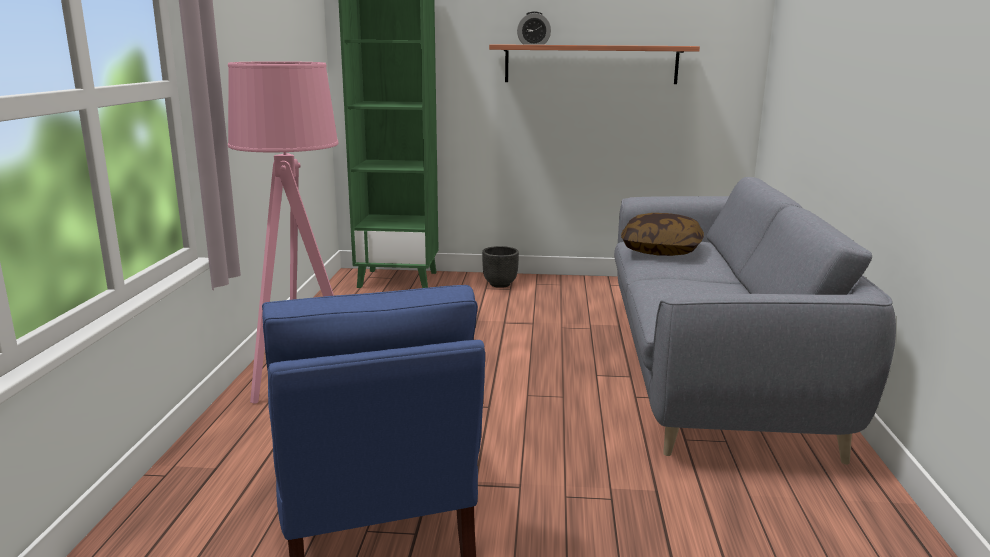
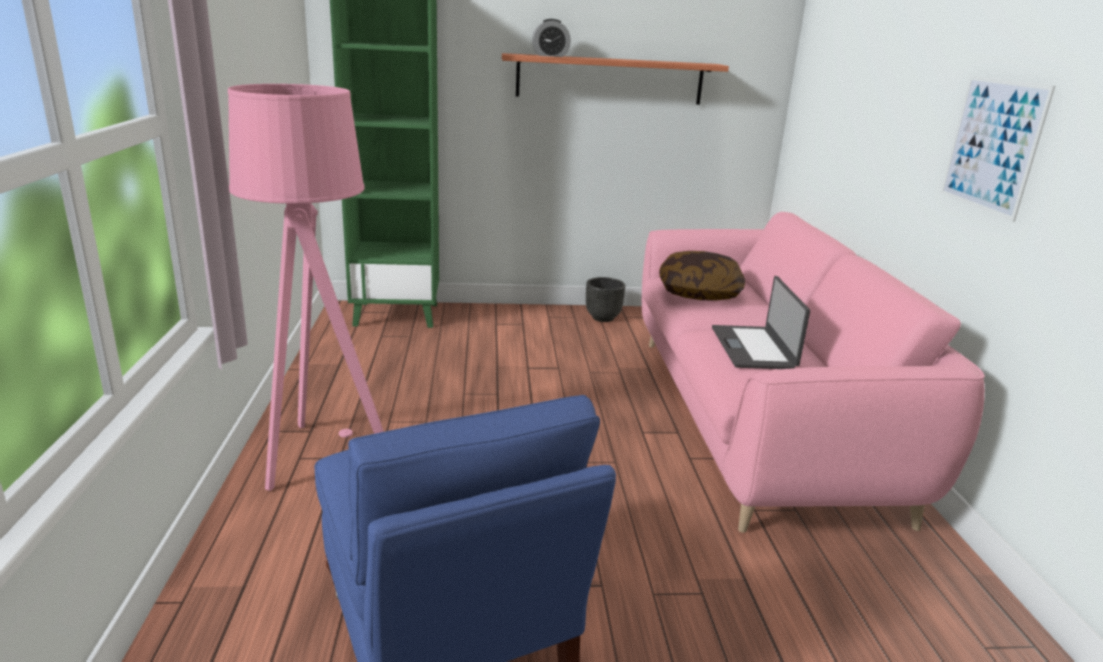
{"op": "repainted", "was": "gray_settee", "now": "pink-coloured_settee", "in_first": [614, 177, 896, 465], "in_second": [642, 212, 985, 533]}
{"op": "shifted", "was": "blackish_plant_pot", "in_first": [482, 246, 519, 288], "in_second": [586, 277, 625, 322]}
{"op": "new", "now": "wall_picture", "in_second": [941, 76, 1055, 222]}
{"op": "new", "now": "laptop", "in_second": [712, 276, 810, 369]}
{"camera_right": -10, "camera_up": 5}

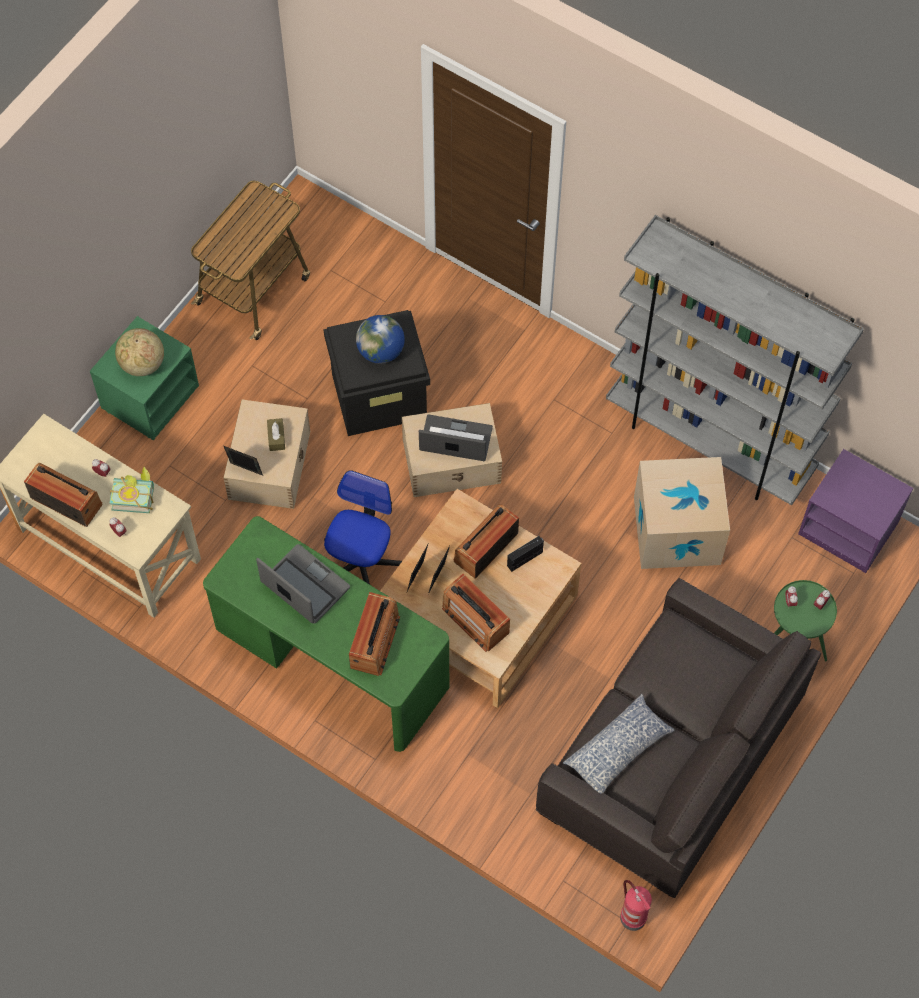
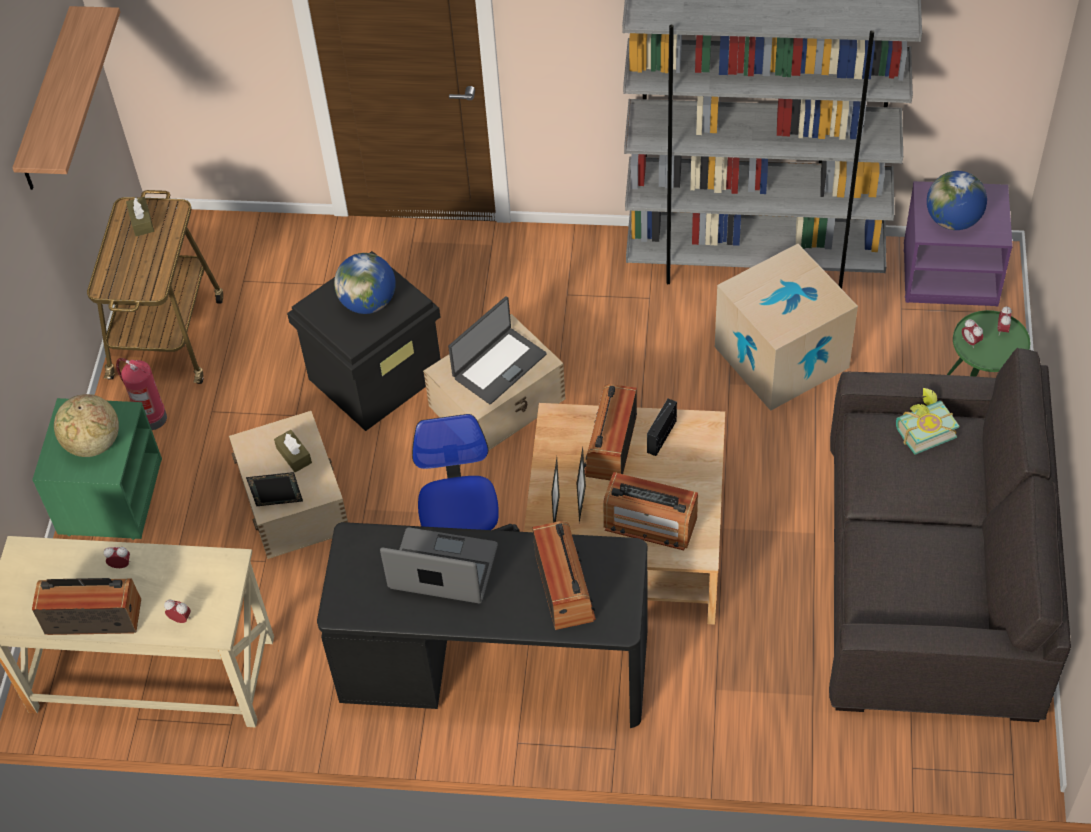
{"op": "rotated", "was": "laptop", "in_first": [419, 414, 493, 461], "in_second": [448, 296, 547, 404], "clockwise": 150}
{"op": "shifted", "was": "bound_book", "in_first": [110, 467, 154, 513], "in_second": [896, 388, 959, 455]}
{"op": "repainted", "was": "green_desk_unit", "now": "blackish_desk_unit", "in_first": [203, 516, 449, 752], "in_second": [317, 522, 647, 728]}
{"op": "gone", "was": "pillow", "in_first": [563, 694, 675, 793]}
{"op": "shifted", "was": "fire_extinguisher", "in_first": [620, 880, 652, 931], "in_second": [116, 358, 167, 430]}
{"op": "new", "now": "wall_shelf", "in_second": [12, 6, 120, 190]}
{"op": "new", "now": "globe", "in_second": [927, 171, 987, 230]}
{"op": "new", "now": "brown_tissue_box", "in_second": [126, 197, 154, 236]}
{"camera_right": -25, "camera_up": -10}

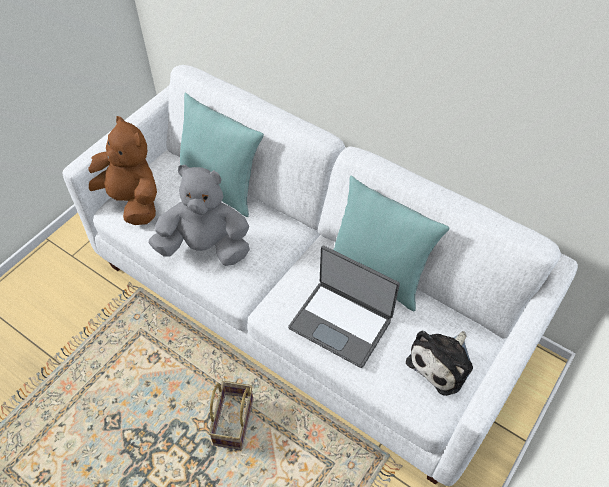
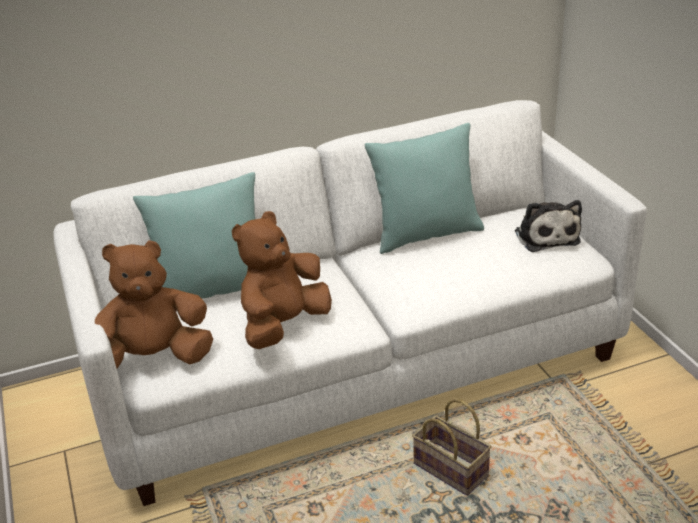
{"op": "repainted", "was": "gray_cuddly_toy", "now": "brown_cuddly_toy", "in_first": [148, 165, 250, 266], "in_second": [232, 211, 332, 349]}
{"op": "gone", "was": "laptop", "in_first": [288, 246, 400, 368]}
{"camera_right": -55, "camera_up": -20}

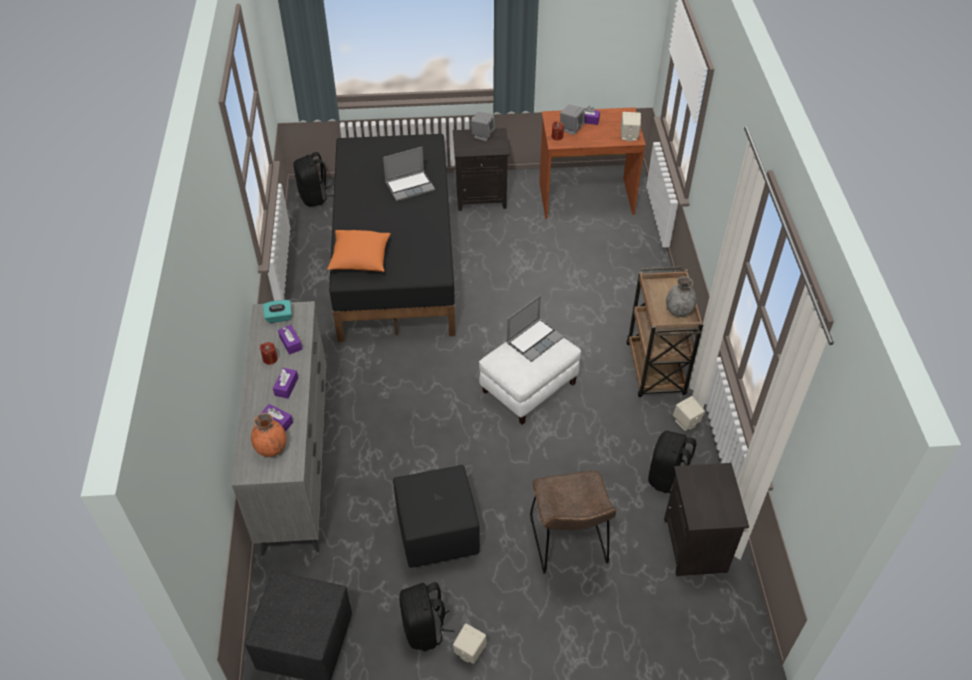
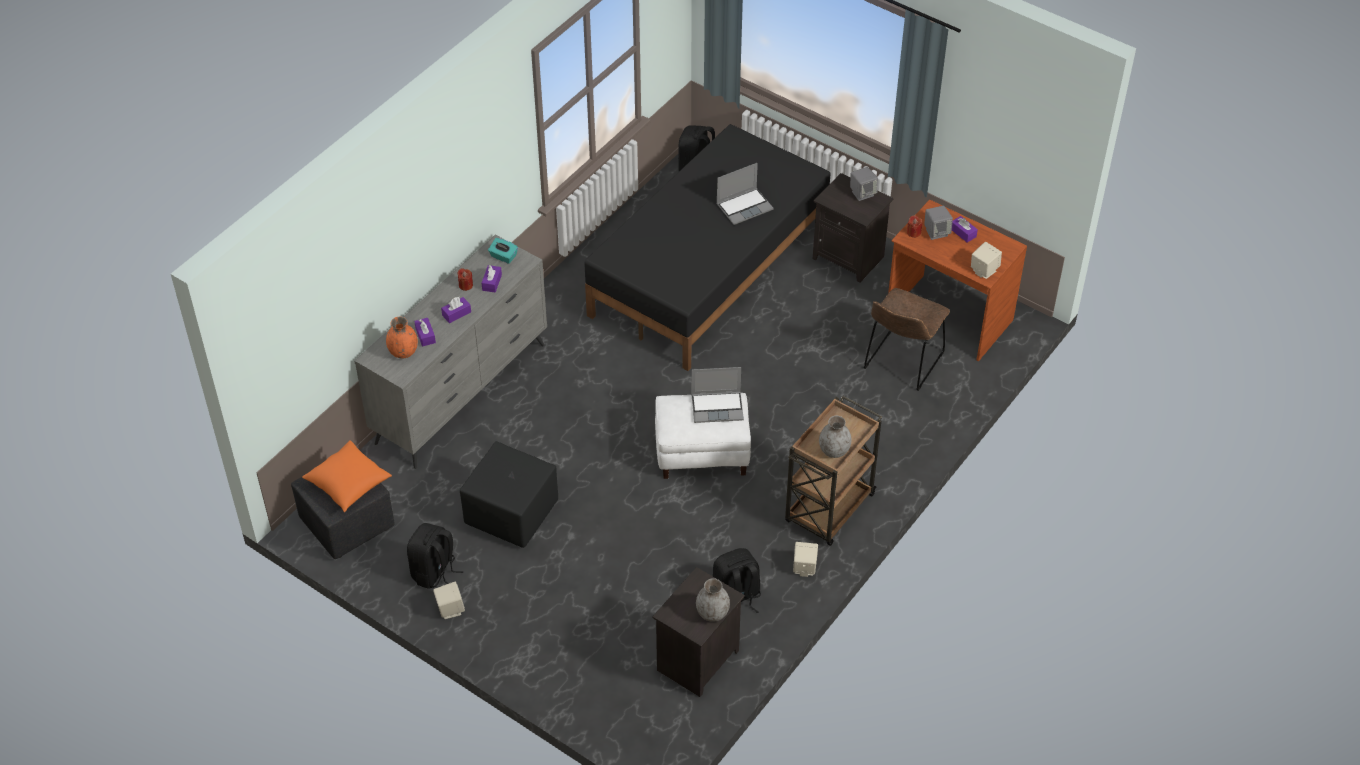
{"op": "rotated", "was": "laptop", "in_first": [383, 147, 435, 201], "in_second": [716, 163, 774, 225], "clockwise": -45}
{"op": "shifted", "was": "orange-coloured_pillow", "in_first": [327, 230, 391, 272], "in_second": [302, 440, 392, 512]}
{"op": "shifted", "was": "brown_upright_chair", "in_first": [530, 471, 616, 574], "in_second": [864, 288, 950, 391]}
{"op": "new", "now": "gray_flower_vase", "in_second": [696, 578, 730, 622]}
{"camera_right": 40, "camera_up": 0}

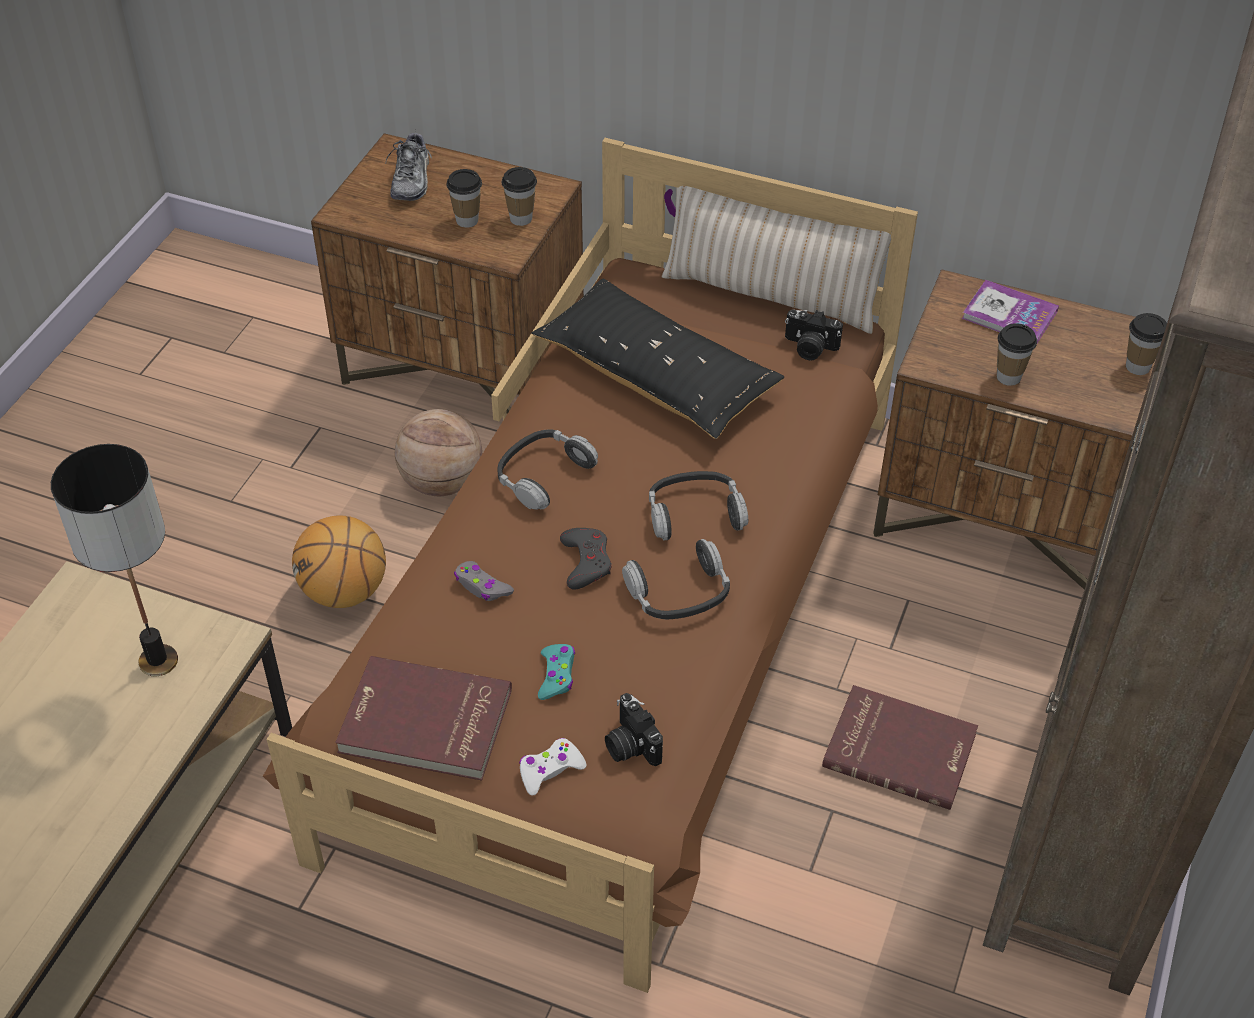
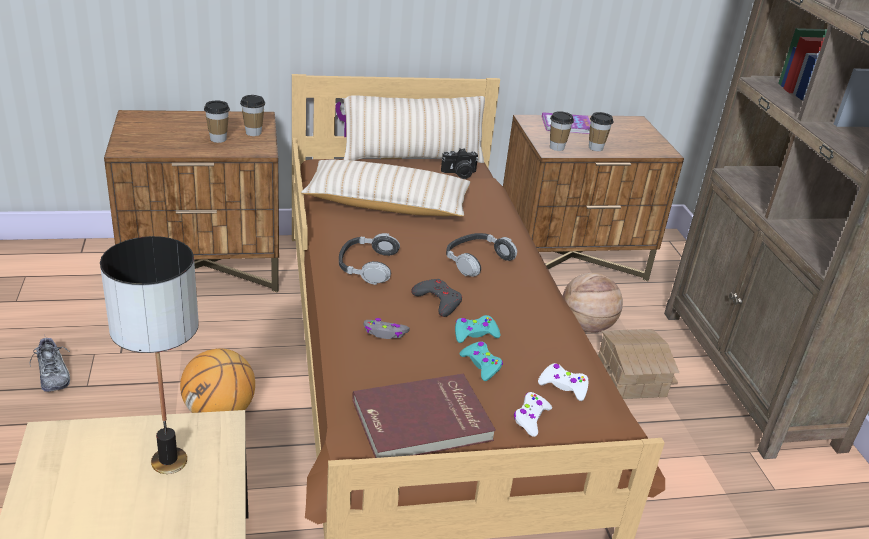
{"op": "shifted", "was": "shoe", "in_first": [385, 130, 432, 201], "in_second": [30, 338, 70, 392]}
{"op": "repainted", "was": "blackish_pillow", "now": "beige-coloured_pillow", "in_first": [531, 279, 784, 439], "in_second": [301, 159, 470, 216]}
{"op": "shifted", "was": "cup", "in_first": [1126, 313, 1167, 375], "in_second": [550, 111, 574, 151]}
{"op": "shifted", "was": "ball_for_basketball", "in_first": [395, 409, 483, 496], "in_second": [563, 273, 623, 333]}
{"op": "gone", "was": "headphones", "in_first": [622, 539, 730, 619]}
{"op": "swapped", "was": "red_bound_book", "now": "model_house", "in_first": [822, 685, 978, 810], "in_second": [598, 329, 679, 399]}
{"op": "swapped", "was": "still_camera", "now": "white_gamepad", "in_first": [605, 693, 663, 766], "in_second": [538, 363, 588, 401]}
{"op": "new", "now": "blue-green_gamepad", "in_second": [455, 315, 500, 343]}
{"camera_right": -35, "camera_up": -15}

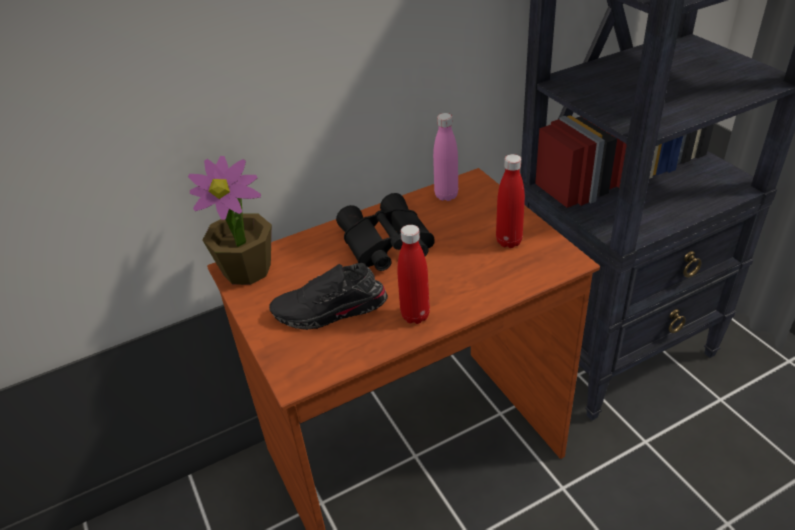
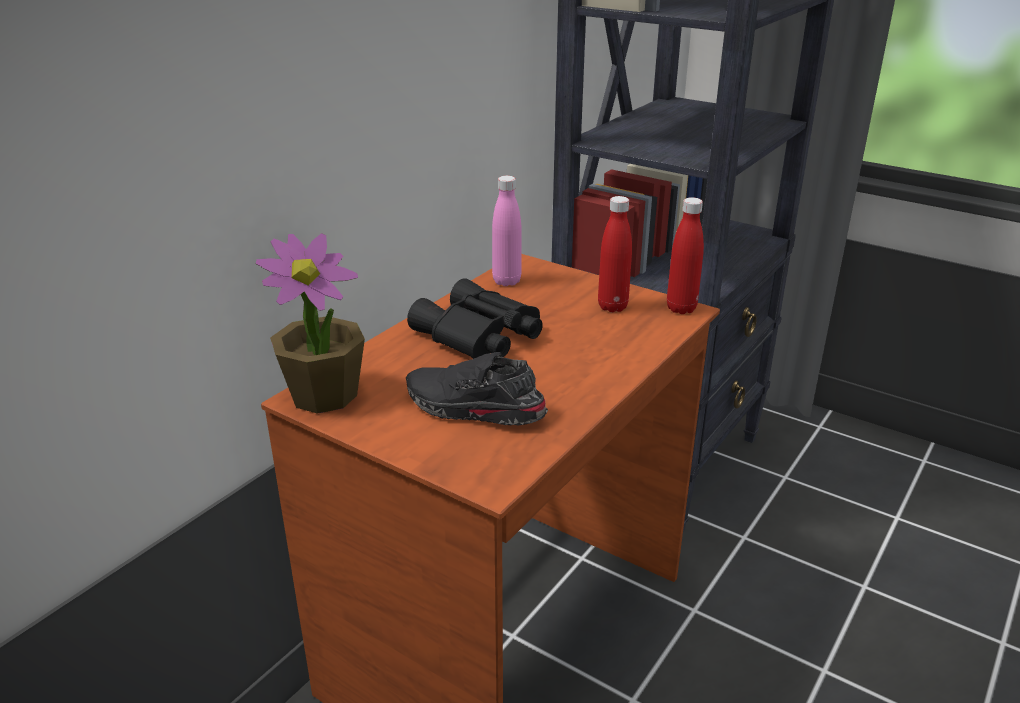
{"op": "shifted", "was": "red_bottle", "in_first": [397, 225, 430, 324], "in_second": [667, 197, 704, 314]}
{"op": "rotated", "was": "blackish_shoe", "in_first": [269, 263, 388, 330], "in_second": [406, 352, 548, 425], "clockwise": 60}
{"camera_right": -30, "camera_up": -10}

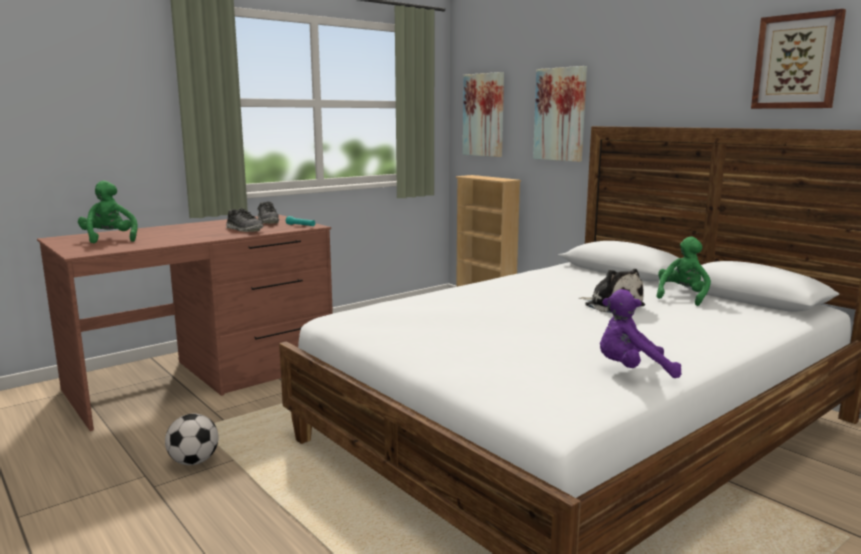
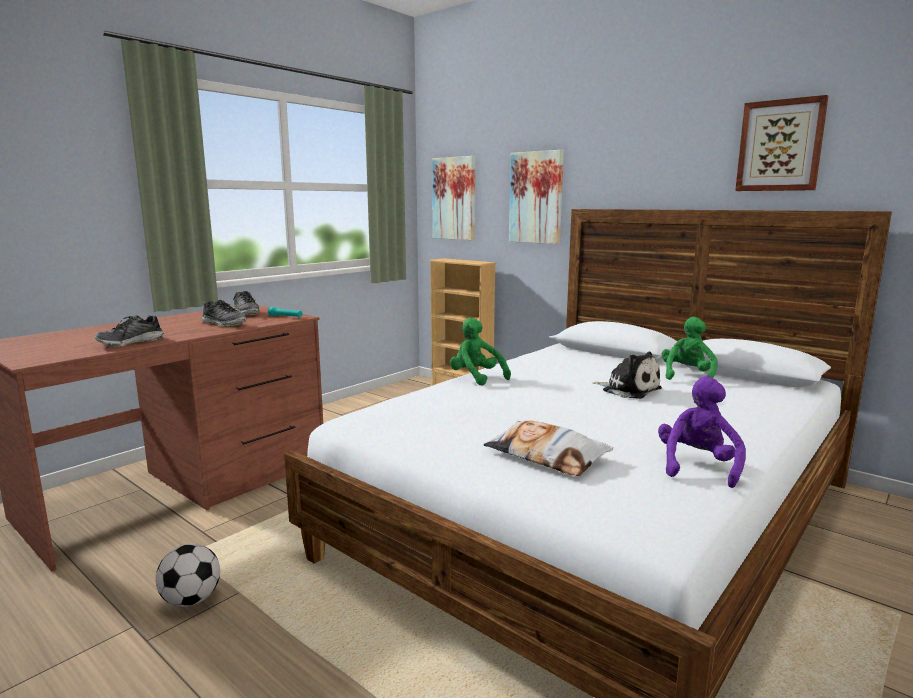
{"op": "shifted", "was": "green_cuddly_toy", "in_first": [78, 181, 138, 243], "in_second": [450, 318, 511, 386]}
{"op": "rotated", "was": "purplish_cuddly_toy", "in_first": [600, 289, 681, 378], "in_second": [658, 376, 746, 488], "clockwise": 120}
{"op": "new", "now": "shoe", "in_second": [95, 315, 164, 347]}
{"op": "new", "now": "pillow", "in_second": [484, 420, 613, 476]}
{"camera_right": -10, "camera_up": 0}

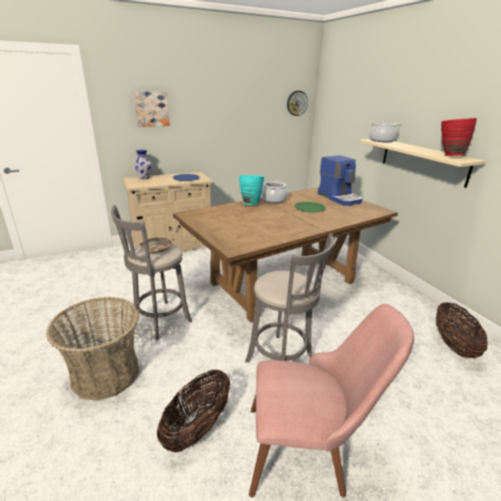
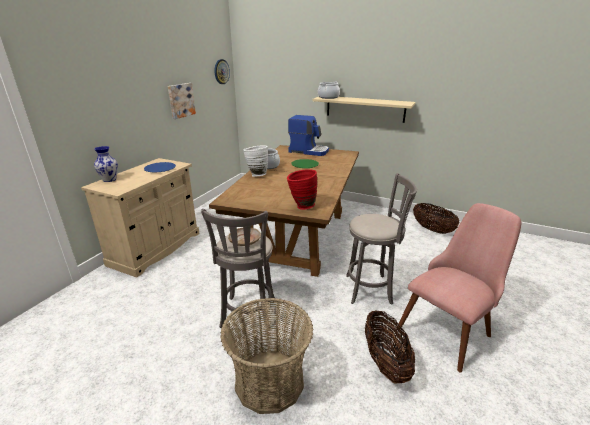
{"op": "shifted", "was": "wall_picture", "in_first": [133, 91, 170, 127], "in_second": [168, 83, 196, 119]}
{"op": "shifted", "was": "red_flower_vase", "in_first": [441, 118, 477, 156], "in_second": [287, 169, 317, 210]}
{"op": "repainted", "was": "blue-green_flower_vase", "now": "white_flower_vase", "in_first": [239, 175, 264, 205], "in_second": [243, 146, 268, 177]}
{"camera_right": -40, "camera_up": 0}

